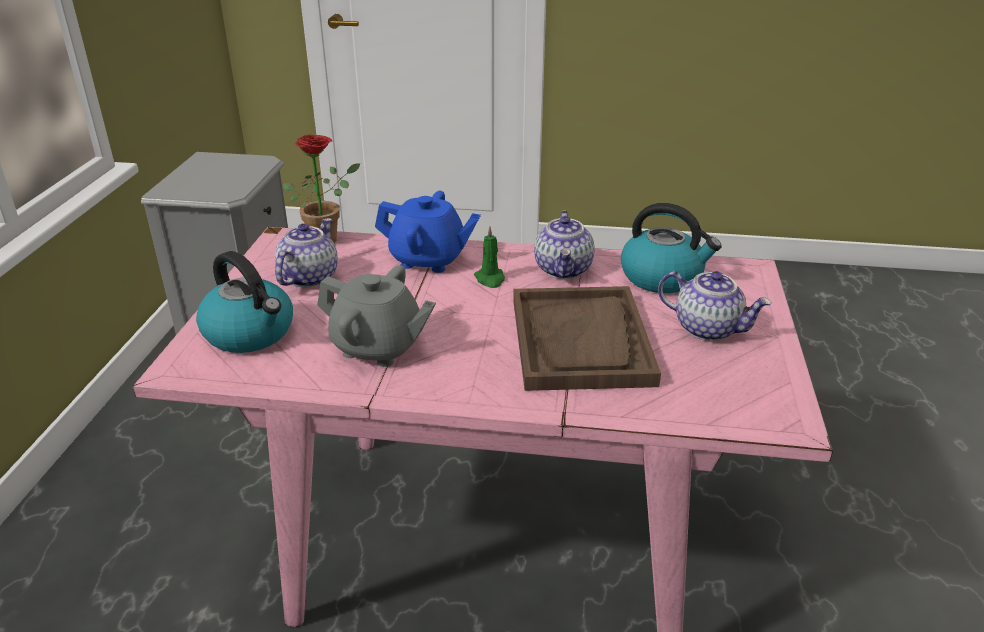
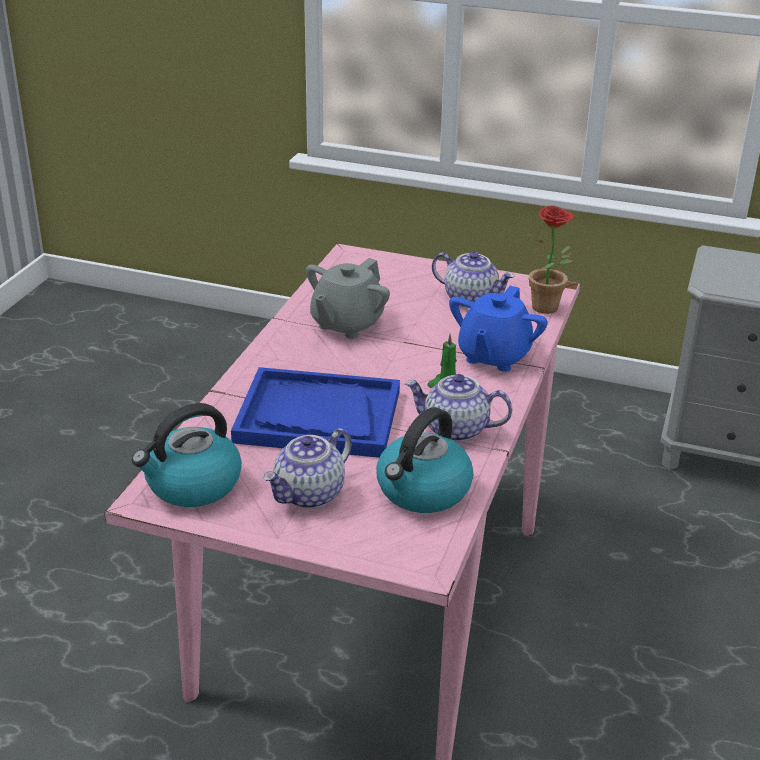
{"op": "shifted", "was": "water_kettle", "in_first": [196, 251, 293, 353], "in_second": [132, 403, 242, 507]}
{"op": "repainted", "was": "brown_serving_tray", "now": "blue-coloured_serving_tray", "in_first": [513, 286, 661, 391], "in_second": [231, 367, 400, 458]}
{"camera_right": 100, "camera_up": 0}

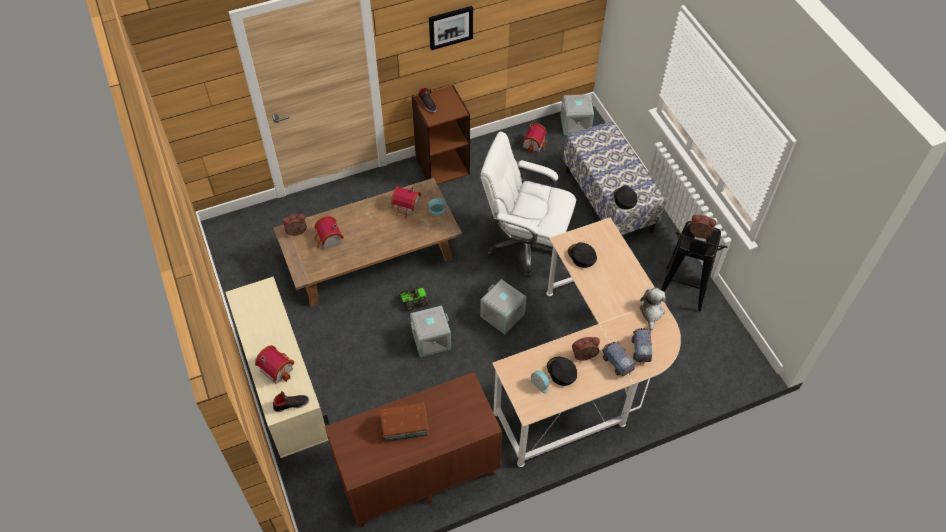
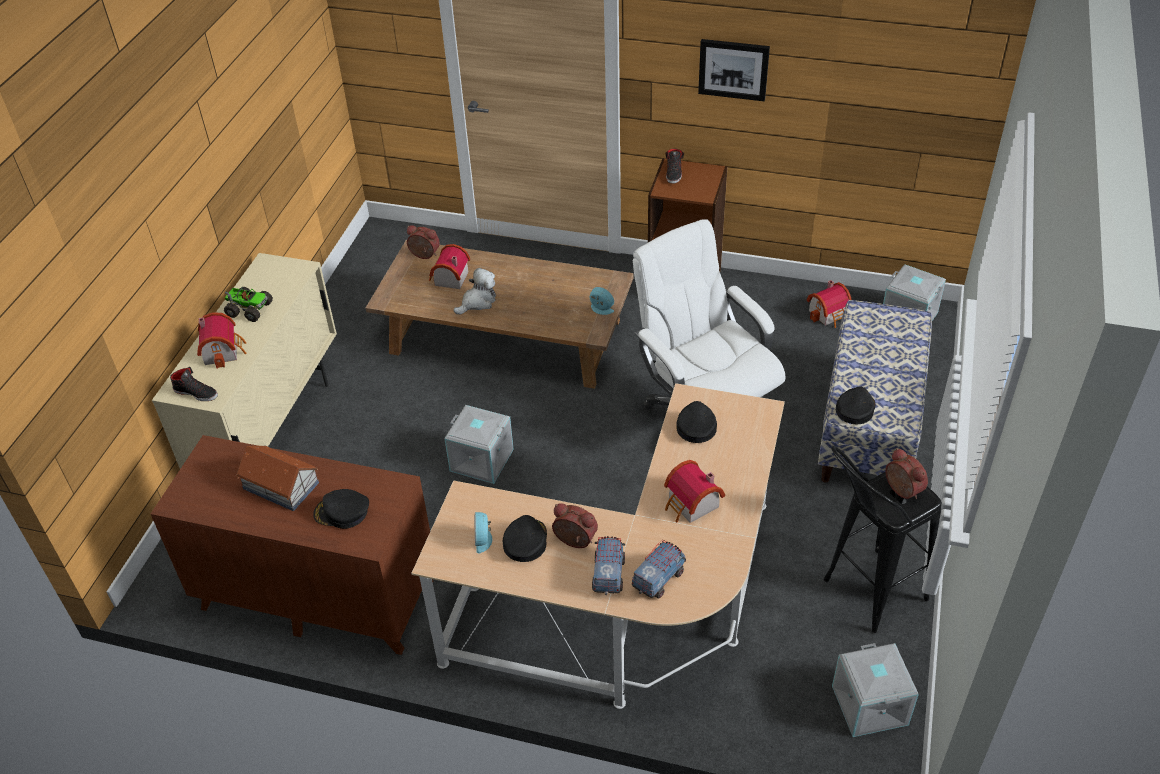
{"op": "shifted", "was": "model_house", "in_first": [391, 186, 421, 219], "in_second": [664, 460, 725, 523]}
{"op": "shifted", "was": "gray_storage_bin", "in_first": [480, 279, 527, 334], "in_second": [832, 643, 919, 737]}
{"op": "shifted", "was": "toy_truck", "in_first": [400, 286, 428, 311], "in_second": [224, 287, 273, 322]}
{"op": "shifted", "was": "cuddly_toy", "in_first": [640, 288, 666, 330], "in_second": [453, 268, 496, 314]}
{"op": "new", "now": "blackish_cap", "in_second": [313, 489, 369, 529]}
{"camera_right": 40, "camera_up": -10}

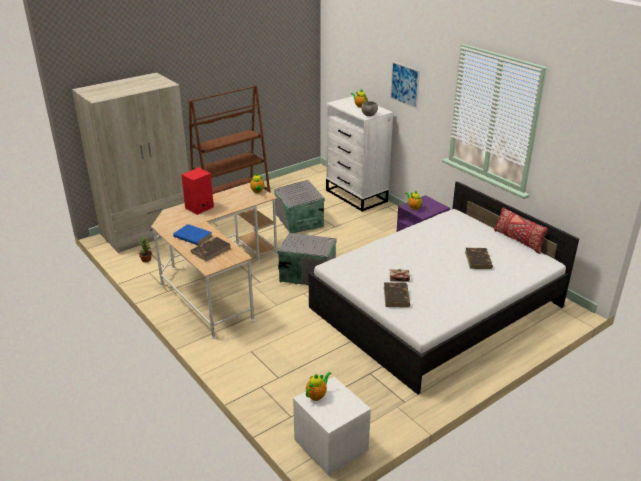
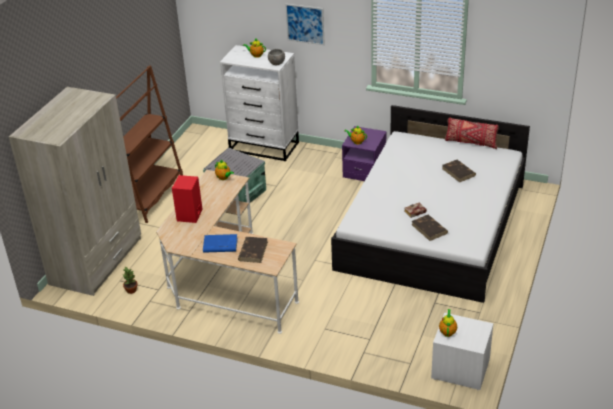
{"op": "gone", "was": "gray_storage_bin", "in_first": [277, 233, 337, 285]}
{"camera_right": -30, "camera_up": 5}

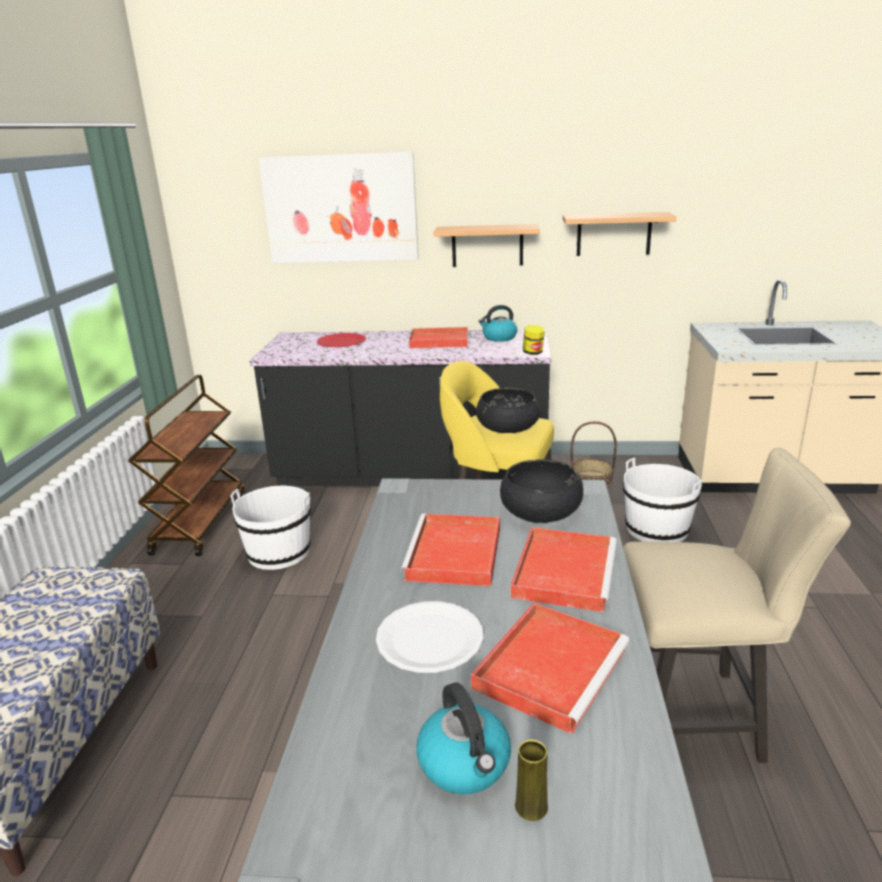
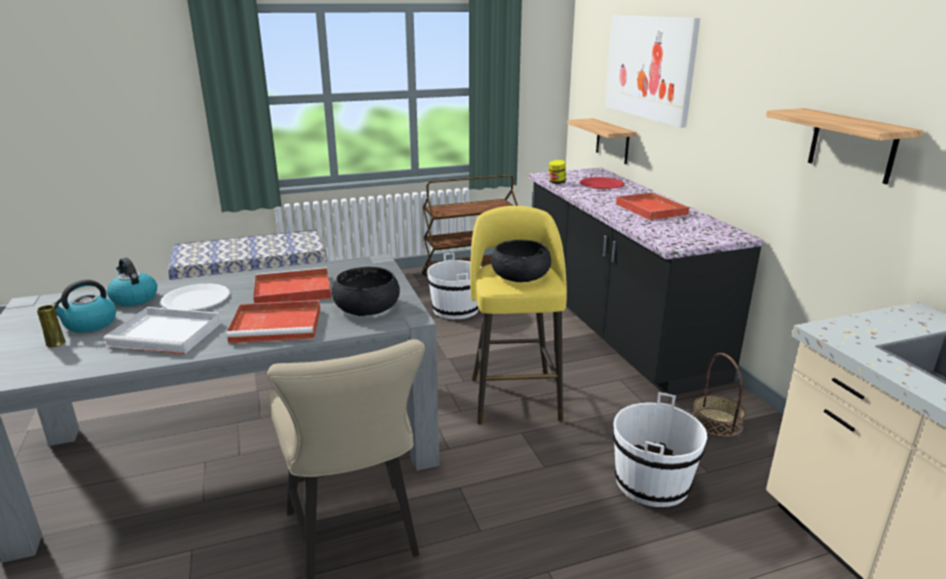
{"op": "shifted", "was": "wall_shelf", "in_first": [433, 224, 540, 267], "in_second": [567, 118, 637, 164]}
{"op": "shifted", "was": "water_kettle", "in_first": [479, 305, 517, 342], "in_second": [107, 257, 157, 306]}
{"op": "shifted", "was": "storage_jar", "in_first": [523, 325, 545, 355], "in_second": [549, 160, 566, 184]}
{"op": "repainted", "was": "red_serving_tray", "now": "white_serving_tray", "in_first": [471, 603, 629, 734], "in_second": [103, 307, 221, 354]}
{"camera_right": 65, "camera_up": 0}

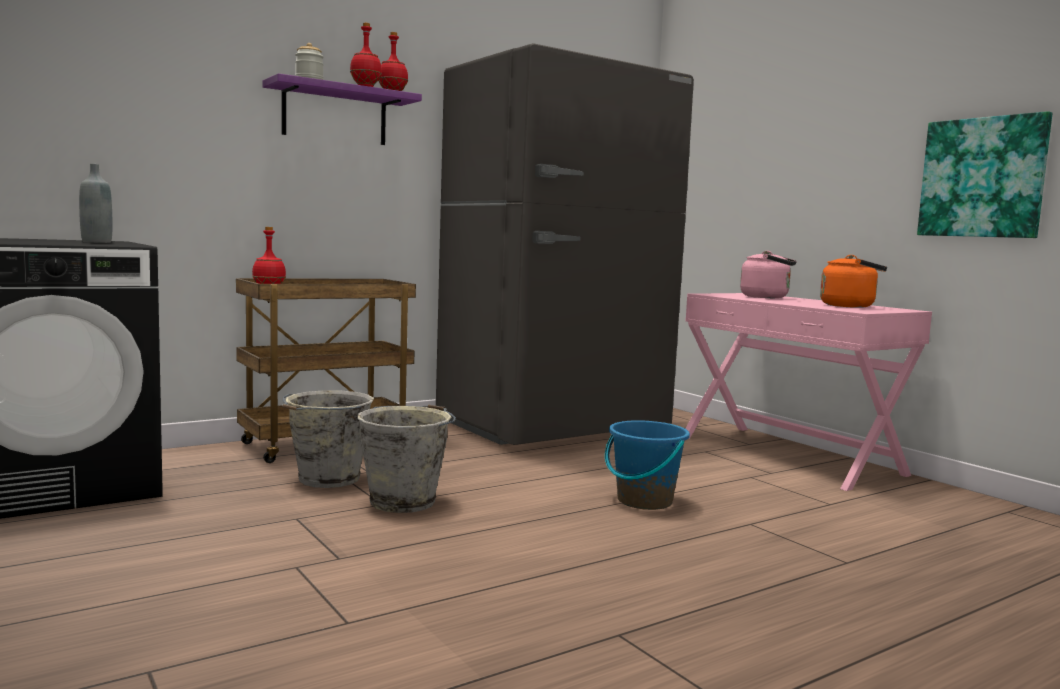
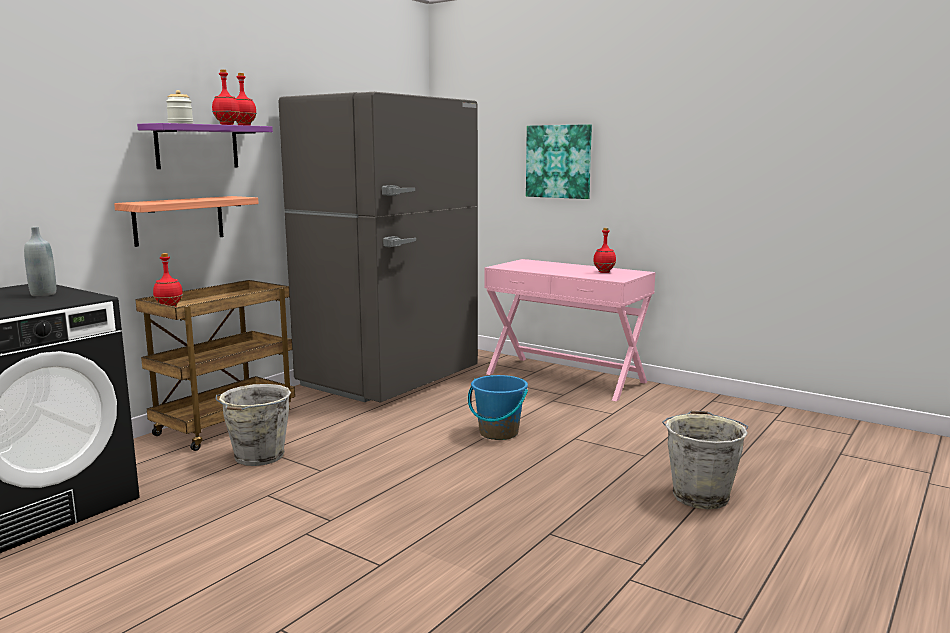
{"op": "shifted", "was": "wall_picture", "in_first": [917, 111, 1052, 238], "in_second": [526, 124, 592, 199]}
{"op": "gone", "was": "pink-coloured_water_kettle", "in_first": [740, 251, 797, 298]}
{"op": "swapped", "was": "orange-coloured_water_kettle", "now": "red_bottle", "in_first": [820, 255, 887, 308], "in_second": [593, 228, 616, 273]}
{"op": "shifted", "was": "gray_pail", "in_first": [357, 404, 456, 513], "in_second": [662, 410, 749, 509]}
{"op": "new", "now": "wall_shelf", "in_second": [114, 196, 259, 247]}
{"camera_right": -20, "camera_up": 5}

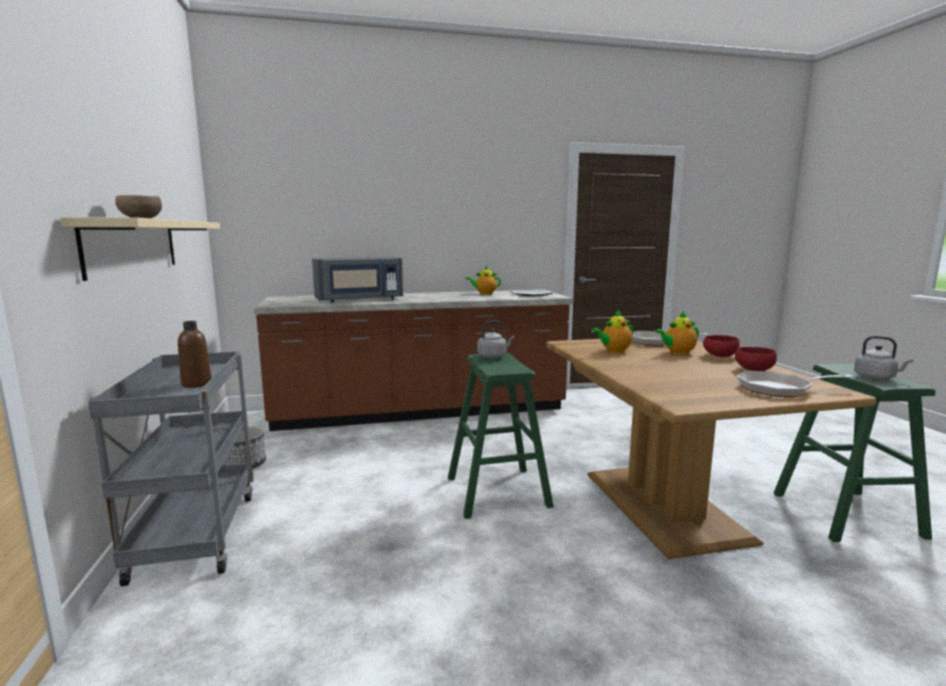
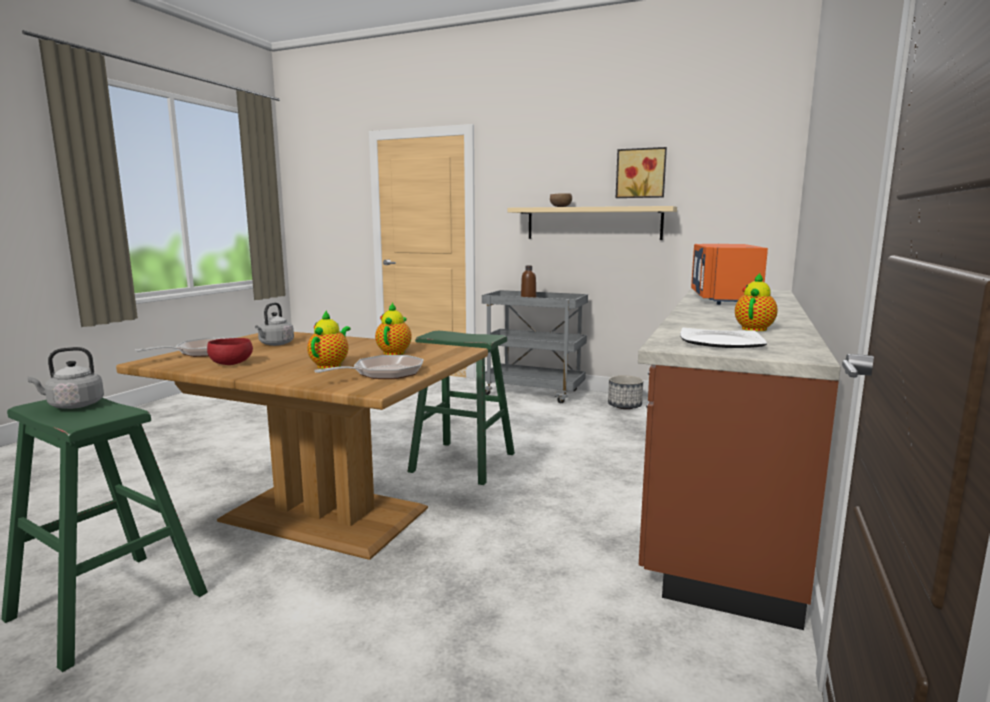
{"op": "repainted", "was": "gray_kitchen_microwave", "now": "orange-coloured_kitchen_microwave", "in_first": [312, 257, 403, 303], "in_second": [691, 244, 768, 305]}
{"op": "shifted", "was": "gray_water_kettle", "in_first": [477, 321, 515, 358], "in_second": [255, 302, 294, 346]}
{"op": "gone", "was": "red_deep_dish", "in_first": [703, 335, 740, 357]}
{"op": "new", "now": "wall_picture", "in_second": [616, 147, 667, 198]}
{"camera_right": 125, "camera_up": 0}

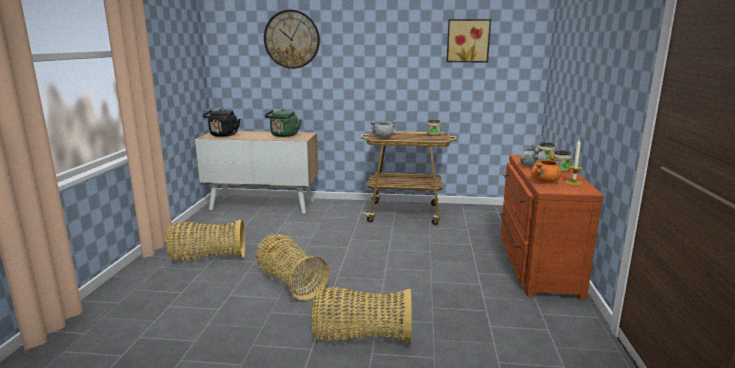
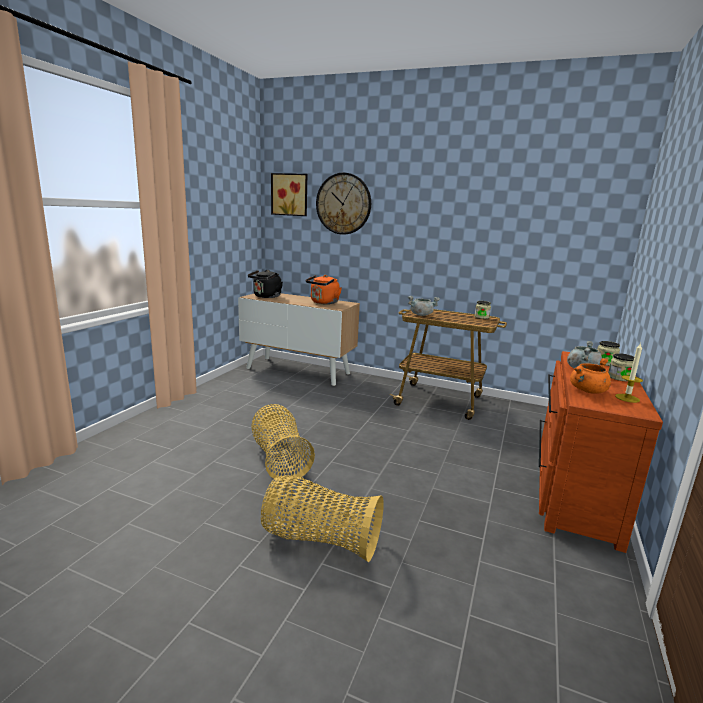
{"op": "shifted", "was": "wall_picture", "in_first": [447, 19, 491, 62], "in_second": [271, 173, 307, 216]}
{"op": "repainted", "was": "green_water_kettle", "now": "orange-coloured_water_kettle", "in_first": [265, 109, 302, 137], "in_second": [306, 275, 342, 304]}
{"op": "gone", "was": "storage_basket", "in_first": [166, 219, 245, 261]}
{"camera_right": 15, "camera_up": 0}

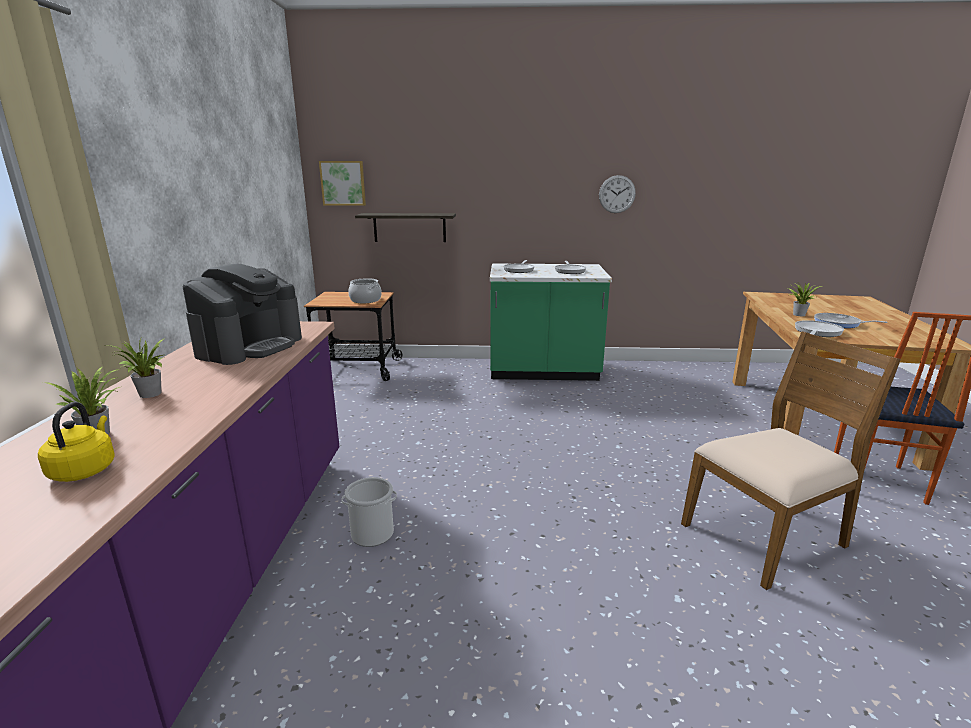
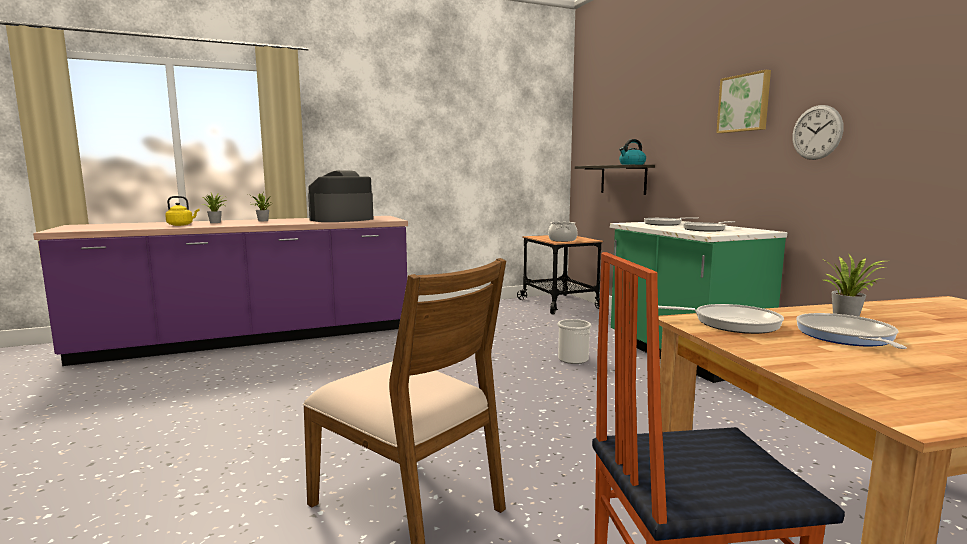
{"op": "shifted", "was": "wall_picture", "in_first": [319, 161, 366, 206], "in_second": [716, 70, 771, 133]}
{"op": "rotated", "was": "coffee_brewer", "in_first": [183, 264, 302, 365], "in_second": [308, 170, 373, 222], "clockwise": 135}
{"op": "shifted", "was": "pail", "in_first": [341, 477, 397, 547], "in_second": [557, 319, 591, 364]}
{"op": "new", "now": "water_kettle", "in_second": [619, 139, 646, 165]}
{"camera_right": 65, "camera_up": -10}

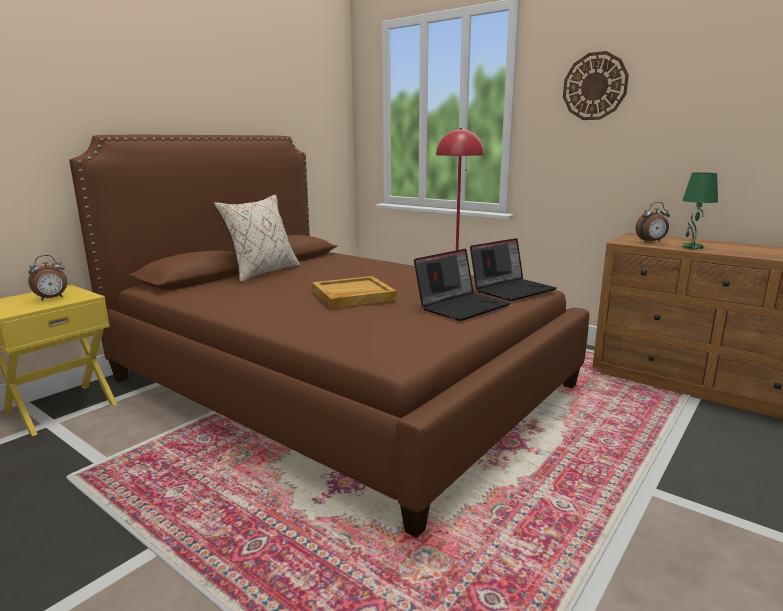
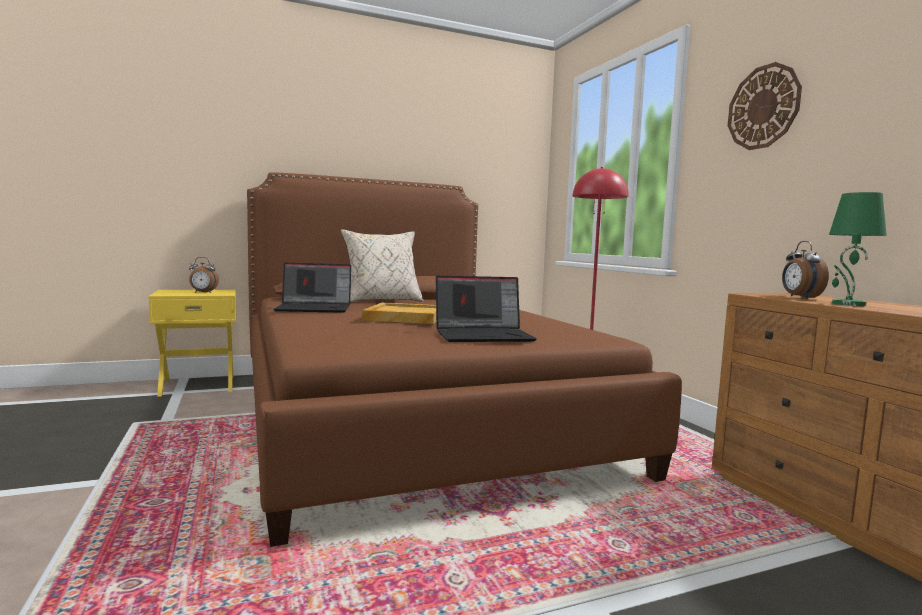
{"op": "rotated", "was": "bedside_clock", "in_first": [636, 202, 670, 242], "in_second": [782, 241, 829, 299], "clockwise": 60}
{"op": "shifted", "was": "laptop", "in_first": [470, 238, 557, 301], "in_second": [273, 263, 351, 313]}
{"camera_right": 30, "camera_up": -10}

